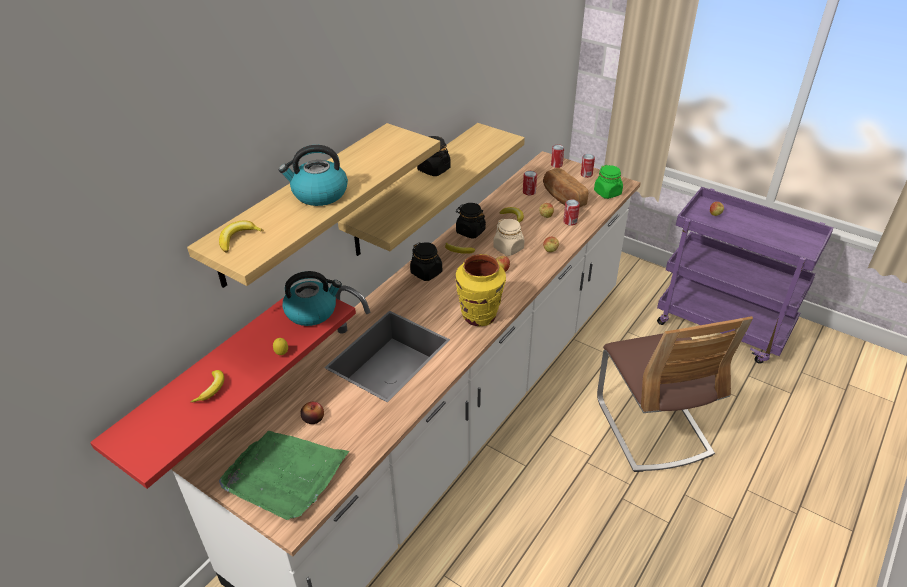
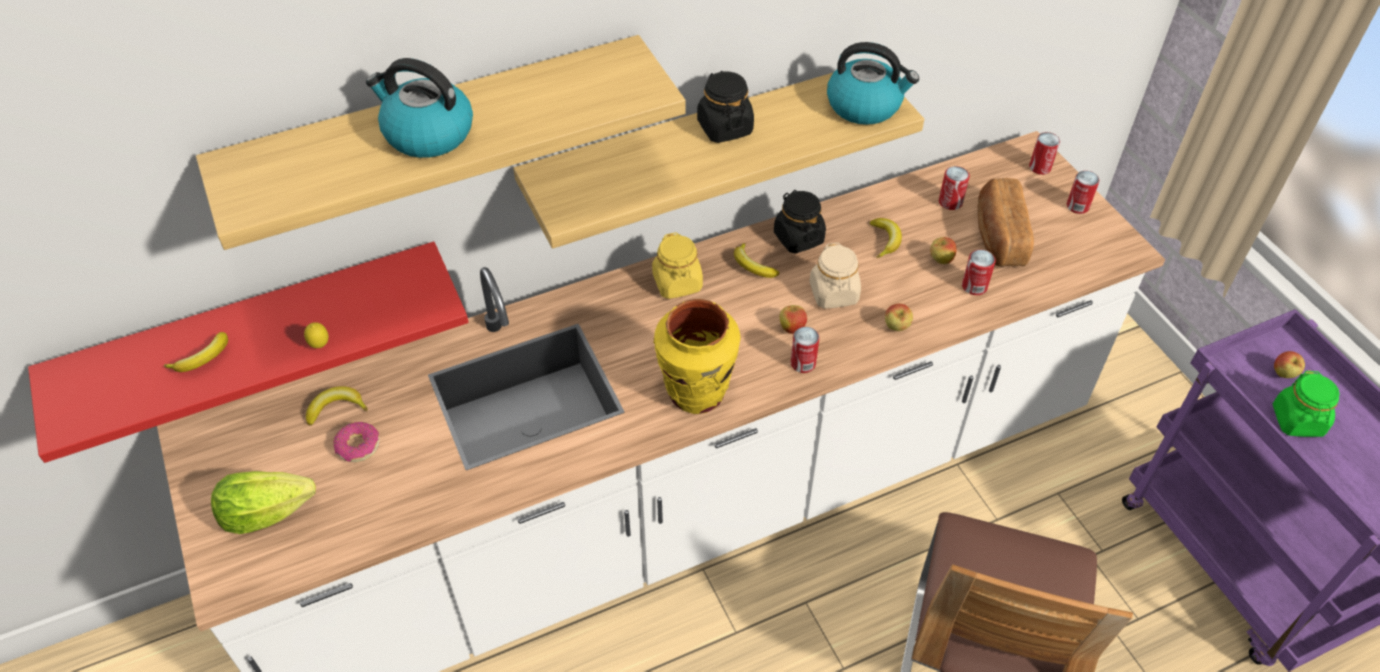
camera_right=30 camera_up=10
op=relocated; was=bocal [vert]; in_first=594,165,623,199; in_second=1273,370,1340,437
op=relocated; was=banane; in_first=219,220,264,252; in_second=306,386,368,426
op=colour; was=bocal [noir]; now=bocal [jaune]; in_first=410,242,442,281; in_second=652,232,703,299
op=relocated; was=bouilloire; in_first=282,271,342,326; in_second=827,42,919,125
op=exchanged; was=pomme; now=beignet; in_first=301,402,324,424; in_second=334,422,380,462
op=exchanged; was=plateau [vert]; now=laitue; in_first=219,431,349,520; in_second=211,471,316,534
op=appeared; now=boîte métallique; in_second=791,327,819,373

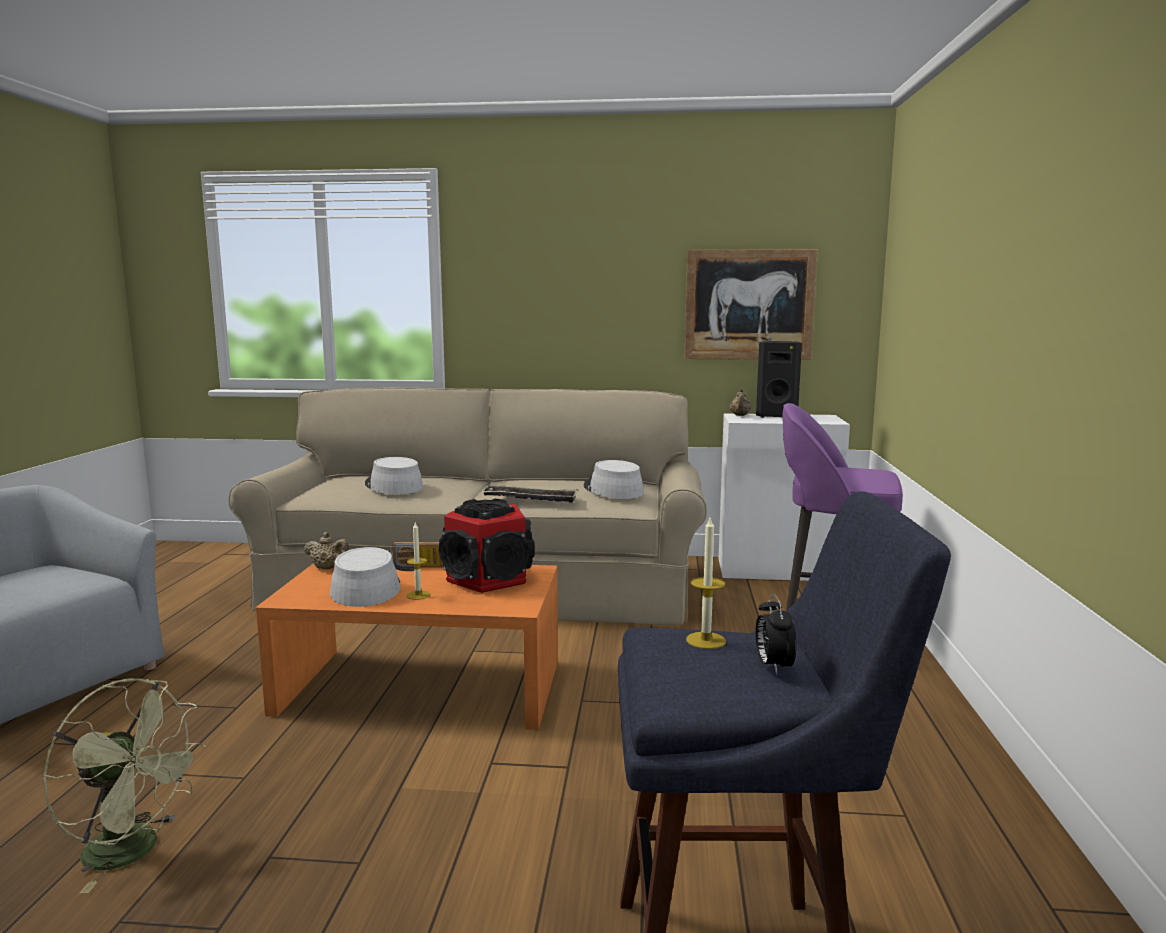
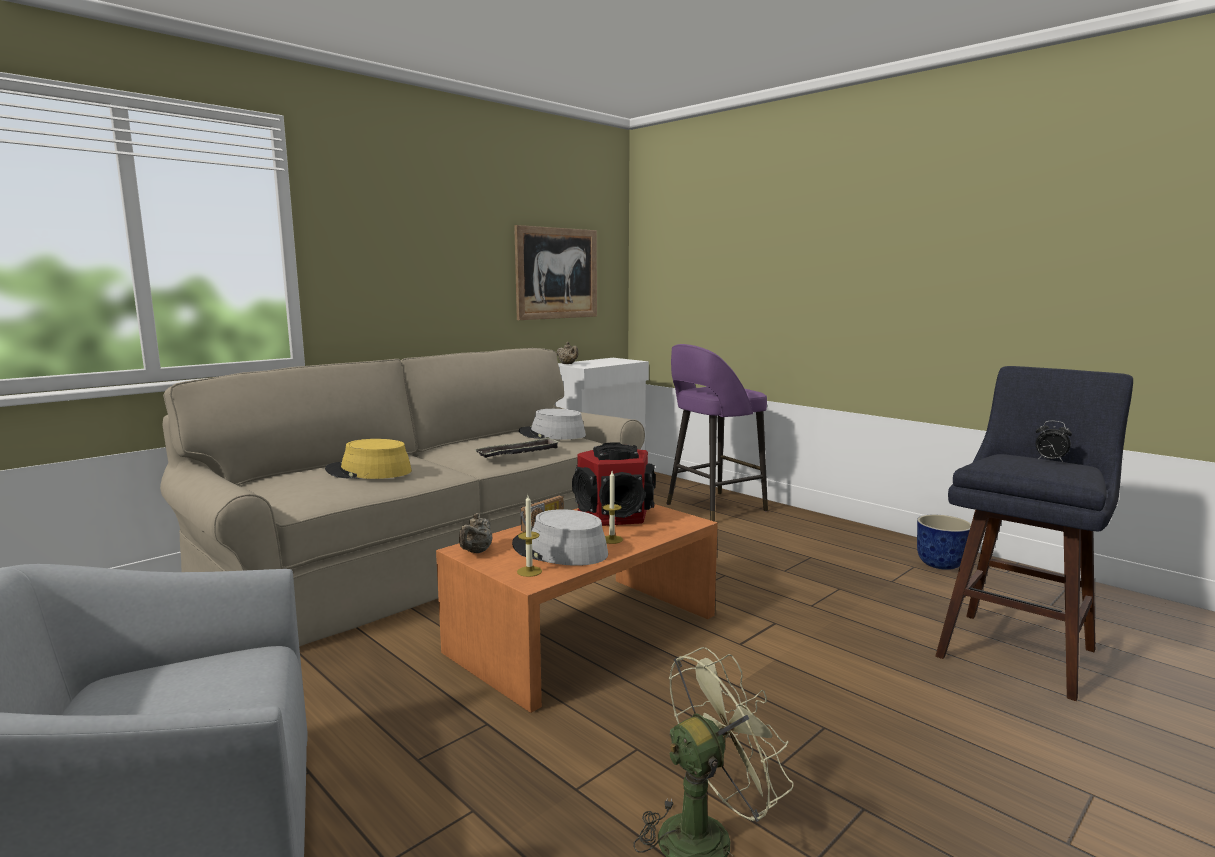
camera_right=-50 camera_up=0
op=missing; was=enceinte [noir]; in_first=756,341,802,418
op=colour; was=chapeau [gris]; now=chapeau [jaune]; in_first=365,457,423,494; in_second=325,439,412,479
op=relocated; was=bougie; in_first=686,518,726,649; in_second=517,495,542,577
op=spun; was=théière [beige]; in_first=304,532,349,569; in_second=459,513,492,553; clockwise=135
op=appeared; now=cache-pot; in_second=917,515,971,570

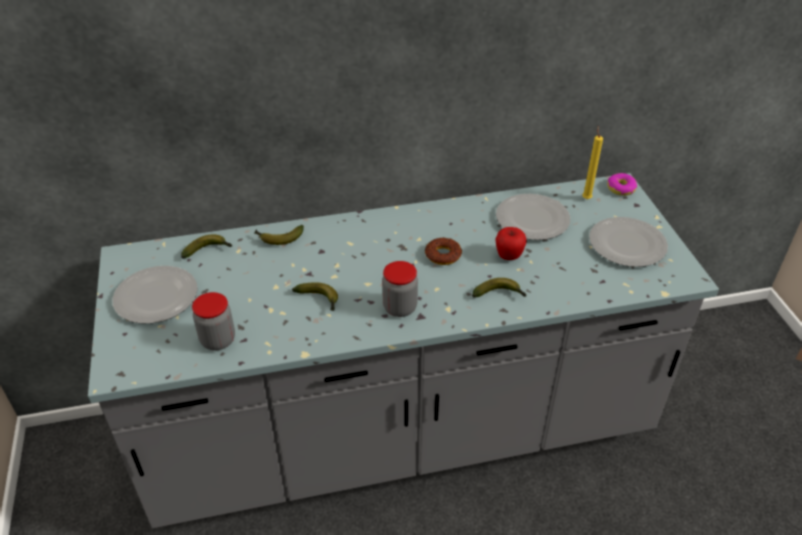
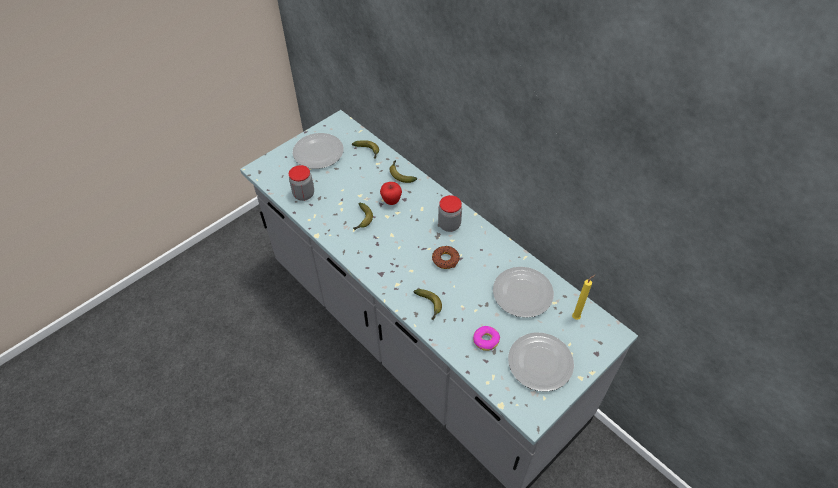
camera_right=60 camera_up=10
op=relocated; was=beignet; in_first=607,173,637,196; in_second=473,326,500,351
op=relocated; was=pomme; in_first=495,227,527,260; in_second=380,182,402,205
op=relocated; was=bocal; in_first=382,261,418,317; in_second=438,195,462,232

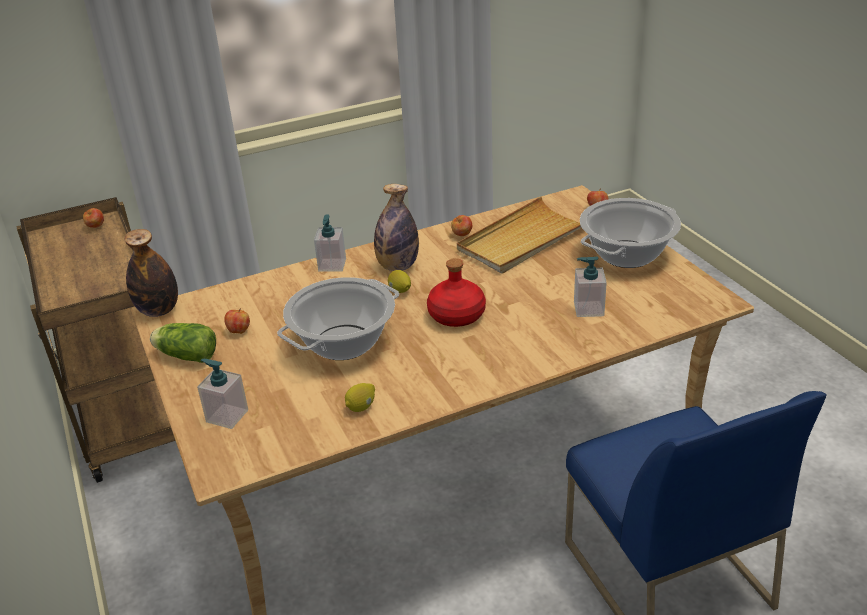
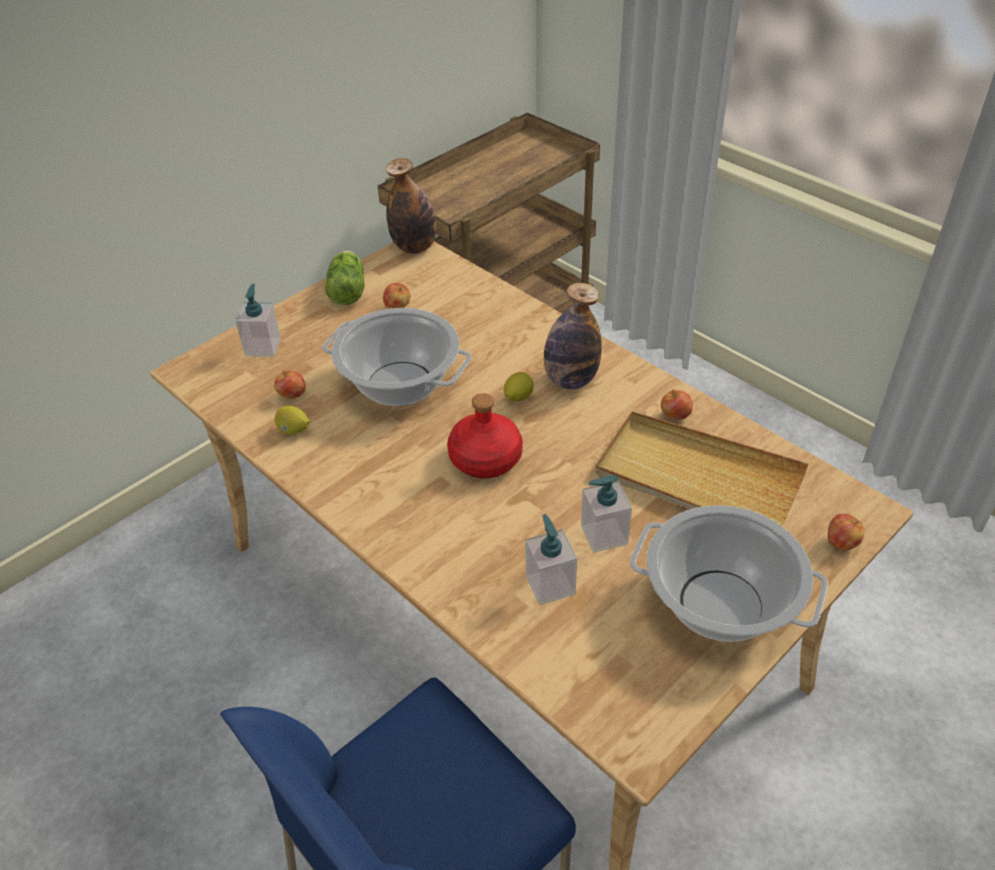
camera_right=70 camera_up=10
op=relocated; was=pomme; in_first=83,208,104,228; in_second=274,370,306,399
op=relocated; was=distributeur de savon; in_first=314,215,346,272; in_second=581,475,632,553

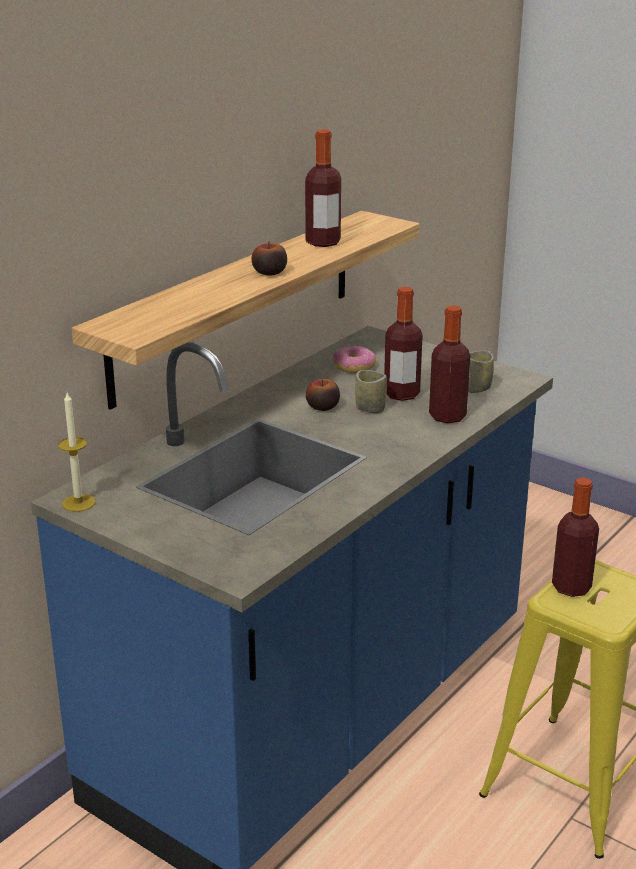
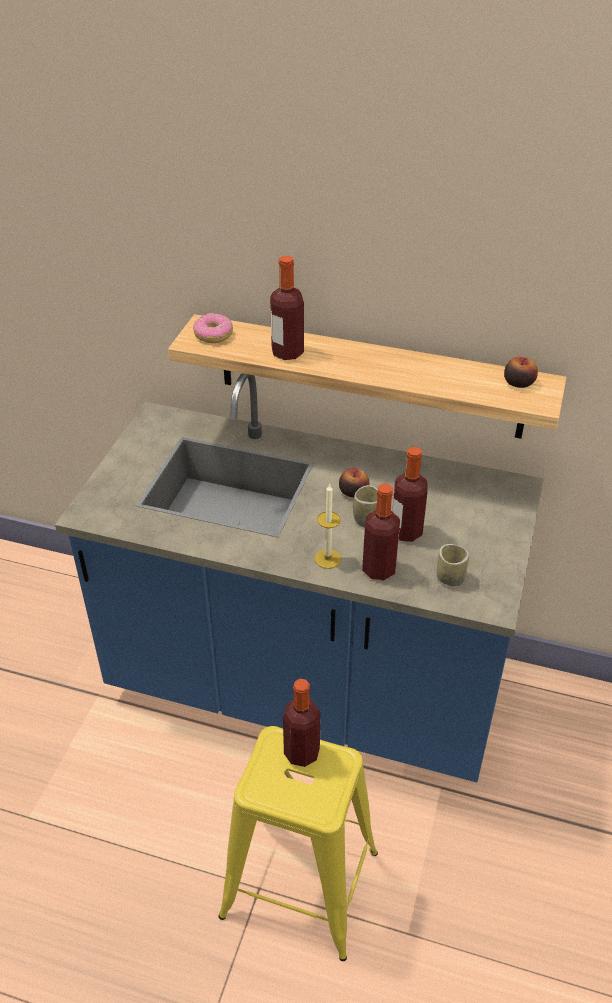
camera_right=70 camera_up=15
op=relocated; was=bouteille; in_first=305,129,341,247; in_second=270,256,304,360
op=relocated; was=pomme; in_first=252,241,287,276; in_second=504,357,538,388
op=relocated; was=beignet; in_first=333,346,376,373; in_second=193,313,233,343
op=relocated; was=bougie; in_first=58,393,95,512; in_second=315,483,341,569

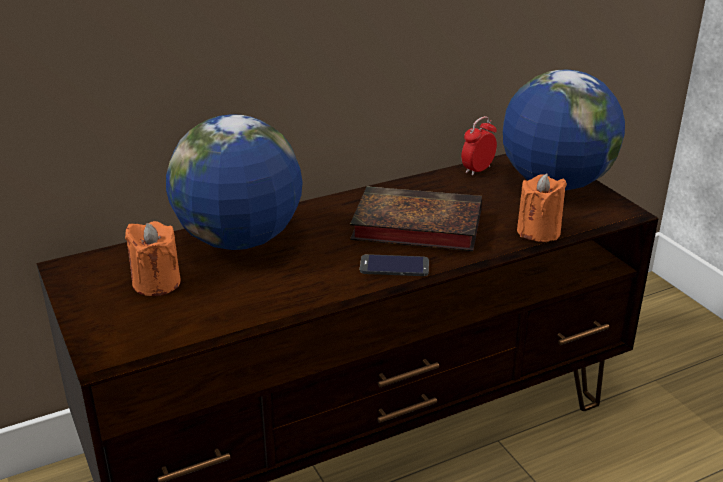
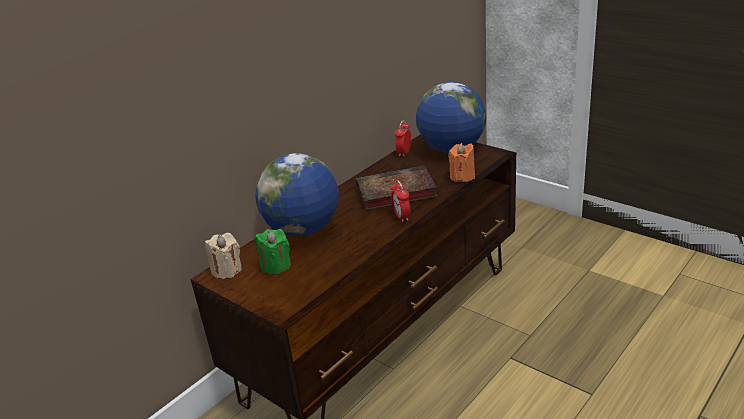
camera_right=-20 camera_up=0
op=colour; was=bougie [orange]; now=bougie [vert]; in_first=125,221,181,296; in_second=256,229,291,275
op=exchanged; was=téléphone; now=réveil; in_first=360,254,429,276; in_second=391,180,411,222
op=appeared; now=bougie [beige]; in_second=205,233,242,279

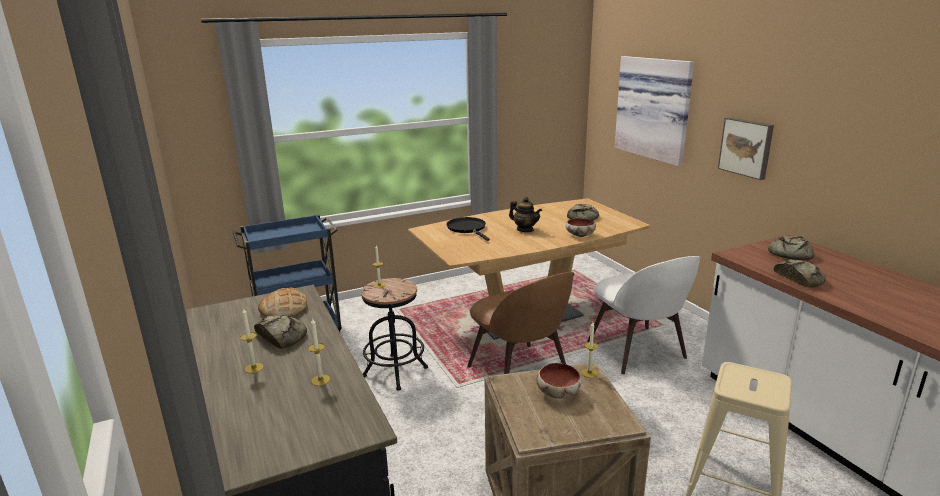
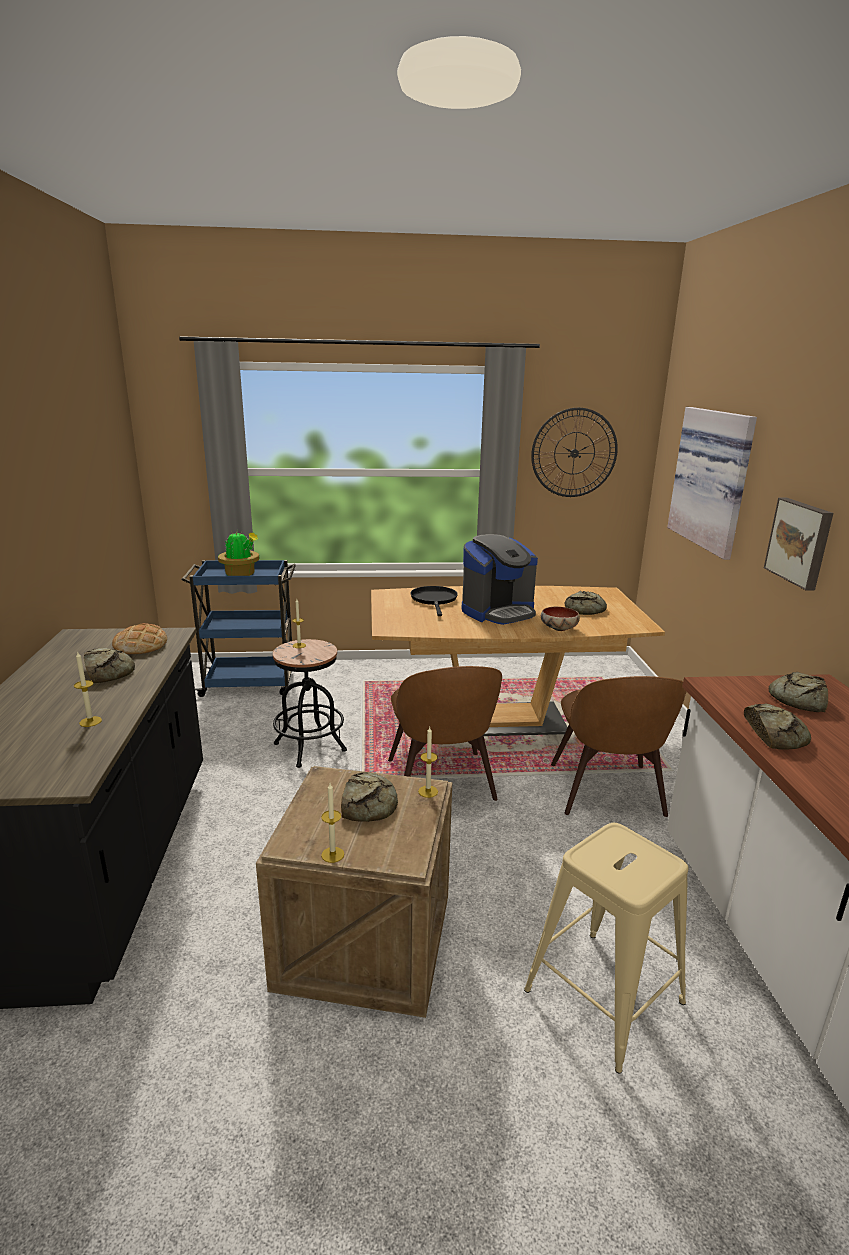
camera_right=20 camera_up=0
op=exchanged; was=théière; now=machine à café; in_first=509,197,542,232; in_second=462,534,538,625
op=colour; was=chaise [blanc]; now=chaise [marron]; in_first=587,256,701,374; in_second=551,676,687,817
op=relocated; was=bougie; in_first=240,308,264,373; in_second=321,783,344,863
op=exchanged; was=bol; now=pain; in_first=536,363,582,399; in_second=341,772,398,822
op=appeared; now=horloge murale; in_second=531,408,618,497
op=appeared; now=plante en pot; in_second=218,531,260,576

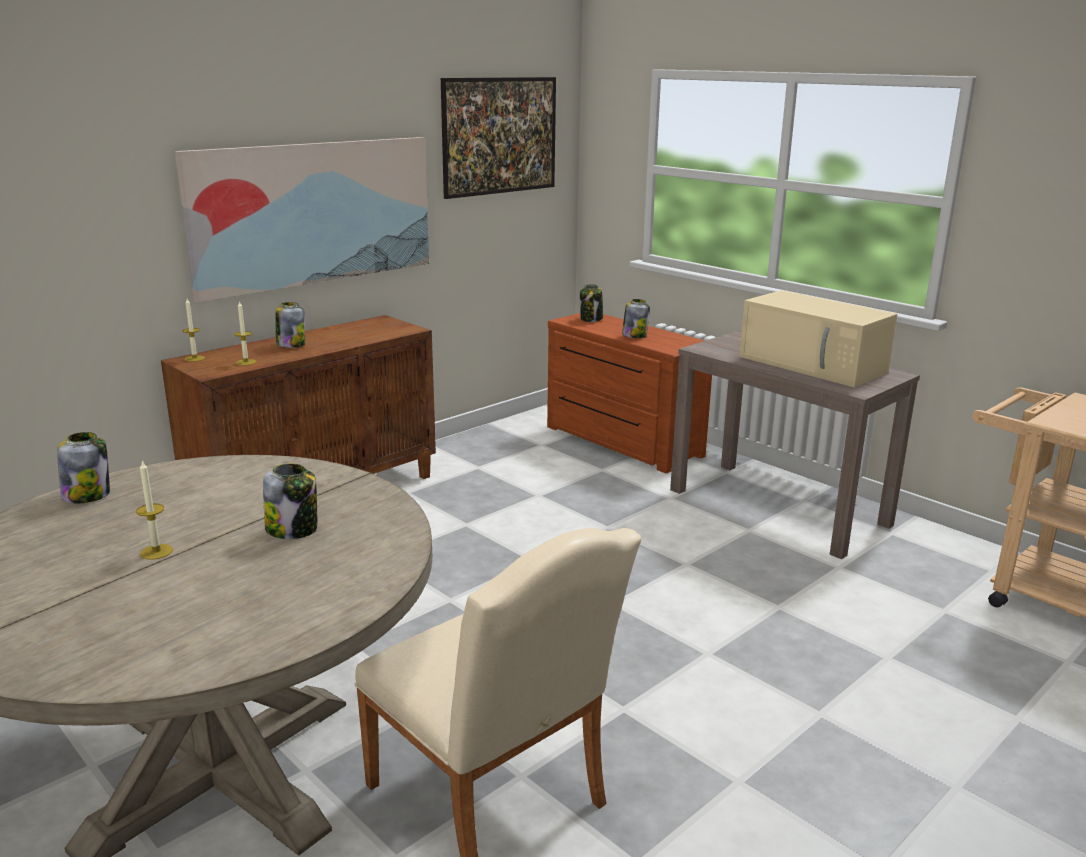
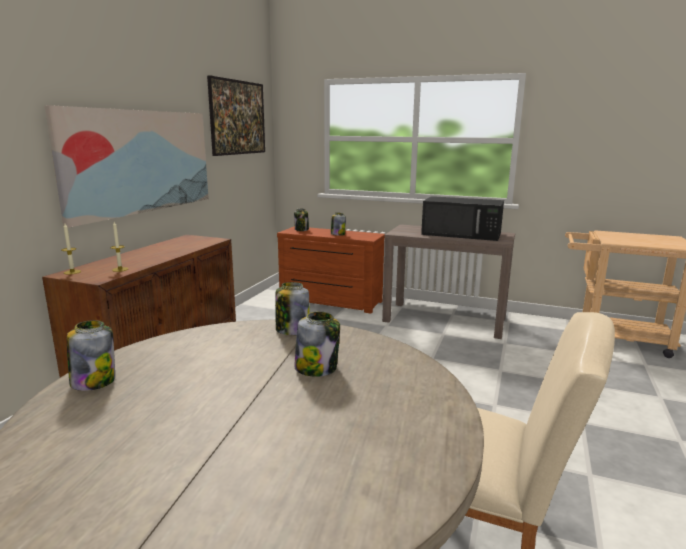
camera_right=-25 camera_up=-5
op=colour; was=micro-ondes [beige]; now=micro-ondes [noir]; in_first=739,290,898,387; in_second=421,196,504,241
op=relocated; was=bocal; in_first=275,302,305,348; in_second=275,282,309,335
op=missing; was=bougie; in_first=136,460,173,560

